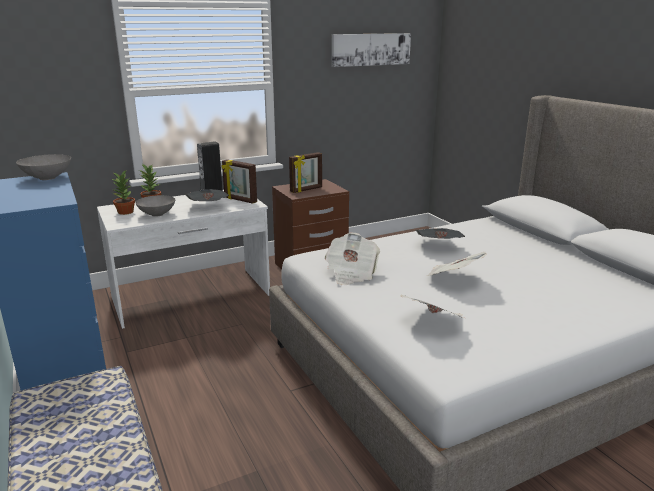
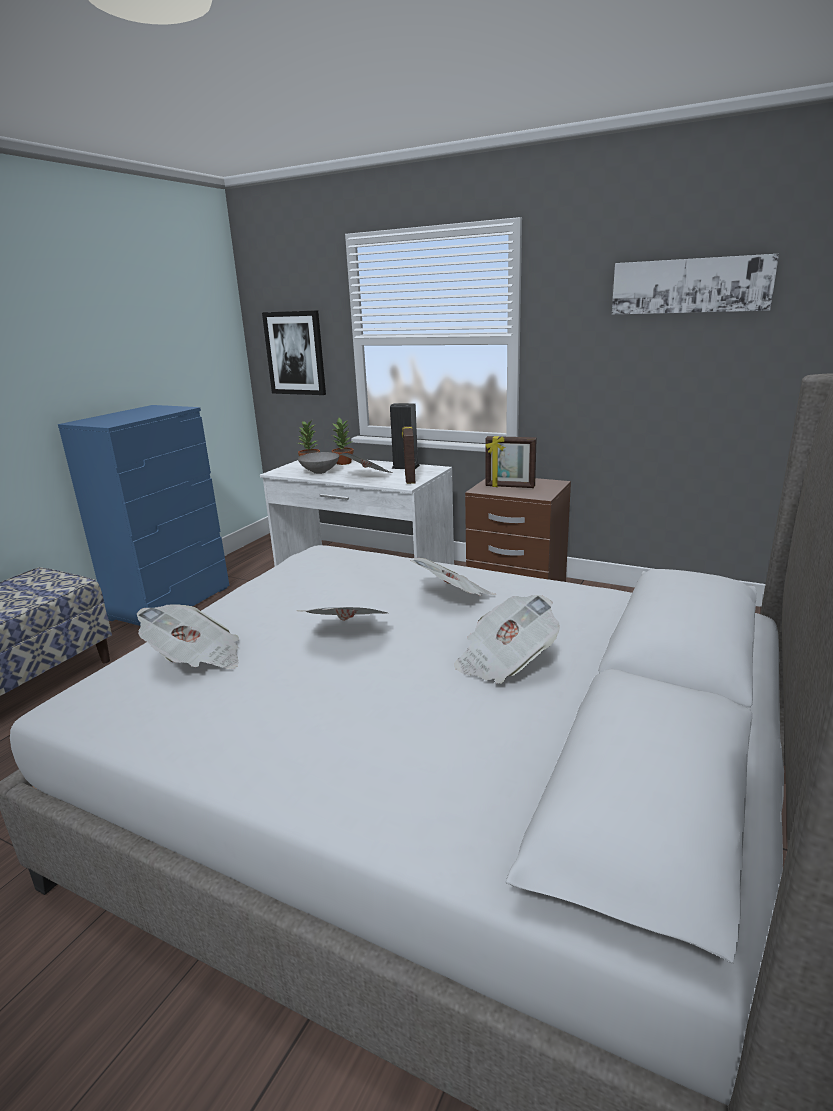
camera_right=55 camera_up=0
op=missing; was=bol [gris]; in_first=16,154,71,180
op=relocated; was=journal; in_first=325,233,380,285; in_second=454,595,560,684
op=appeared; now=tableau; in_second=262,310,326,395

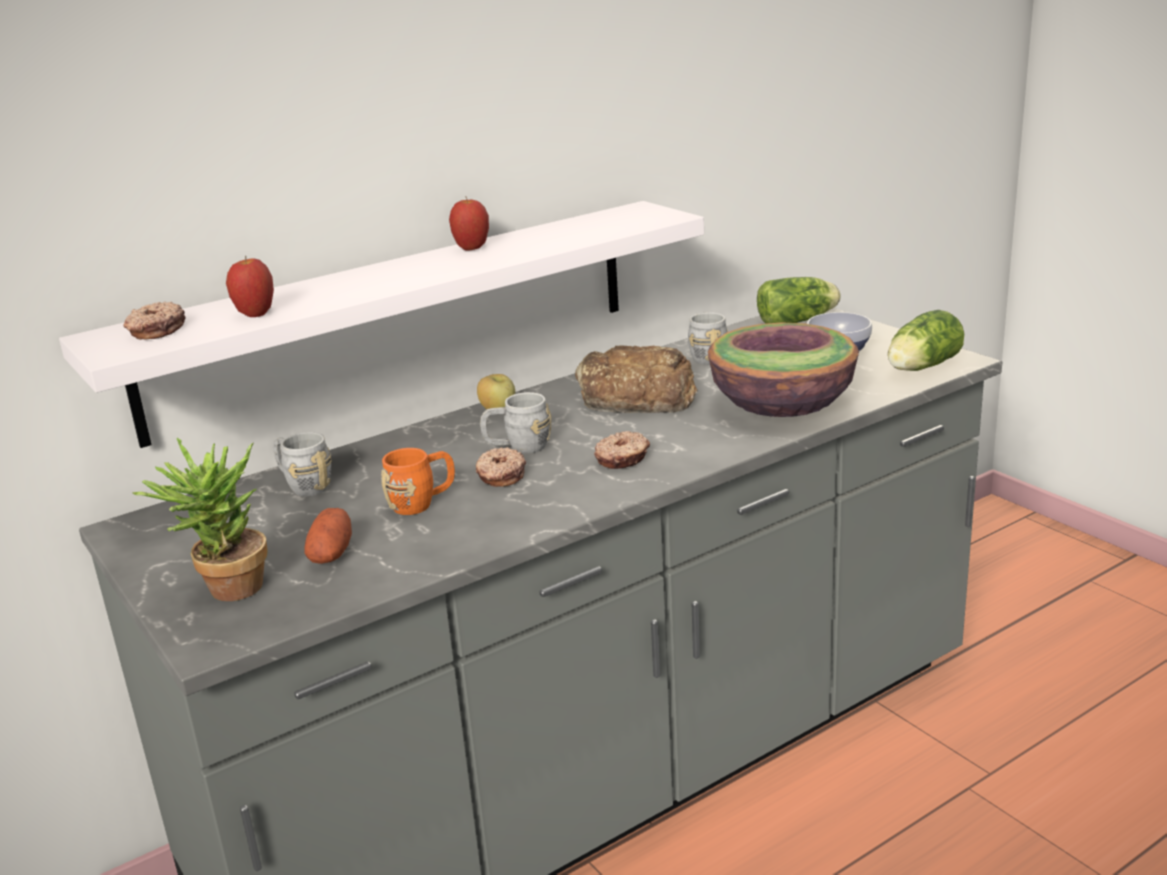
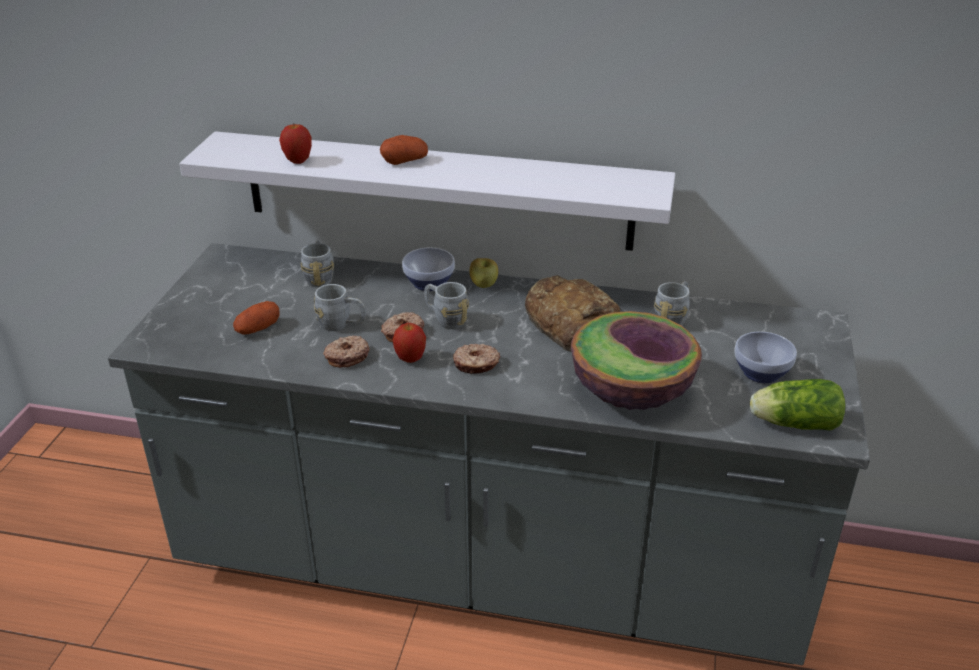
camera_right=45 camera_up=10
op=relocated; was=pomme; in_first=449,197,489,251; in_second=393,323,426,363
op=missing; was=laitue; in_first=757,277,841,323
op=relocated; was=beignet; in_first=123,302,185,340; in_second=323,336,370,368
op=missing; was=plante en pot; in_first=132,438,268,601
op=colour; was=mug [orange]; now=mug [gris]; in_first=381,448,455,515; in_second=314,284,366,331
op=appeared; now=pomme de terre; in_second=380,135,428,165
op=appeared; now=bol; in_second=402,247,455,291

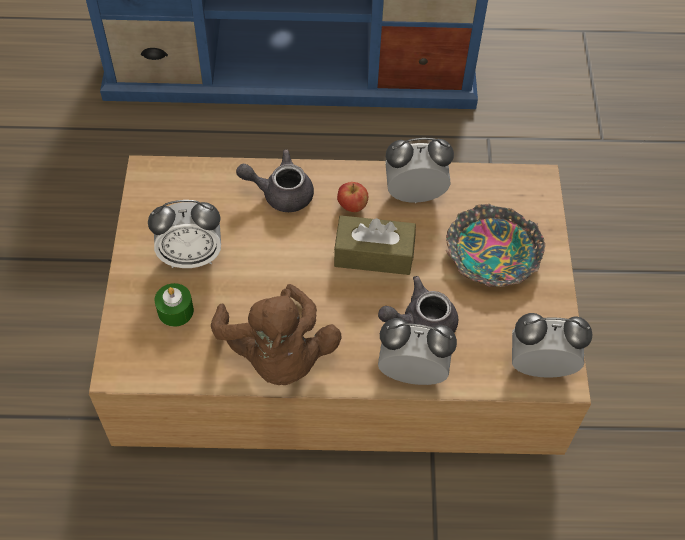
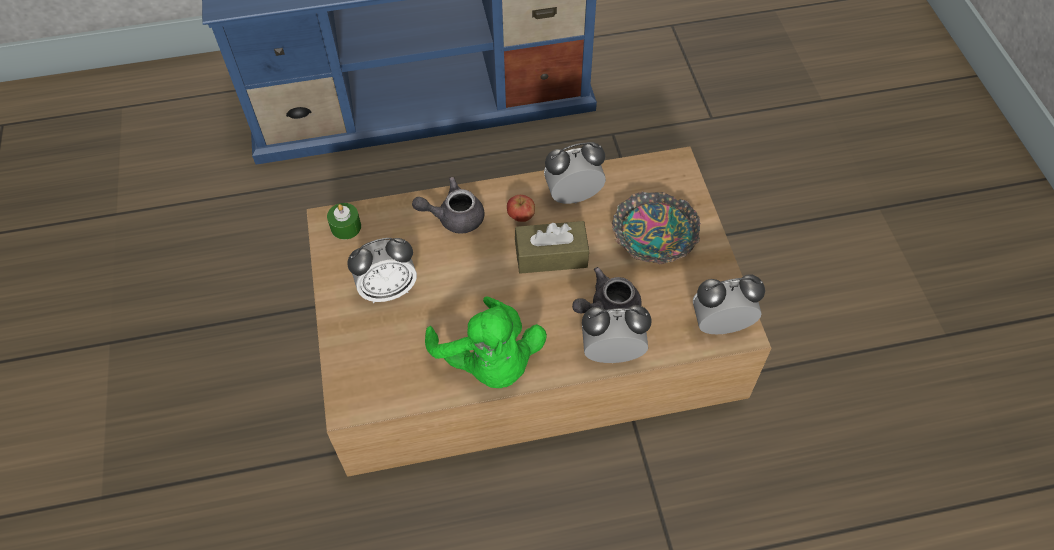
camera_right=-10 camera_up=0
op=relocated; was=bougie [vert]; in_first=155,283,194,327; in_second=327,203,361,240
op=colour; was=peluche [marron]; now=peluche [vert]; in_first=211,284,342,385; in_second=425,296,547,388

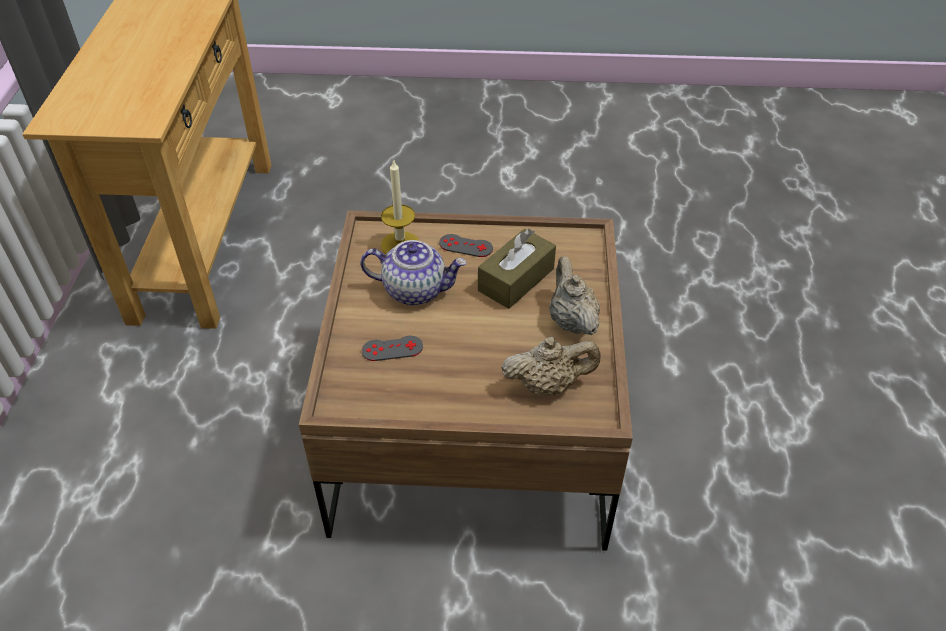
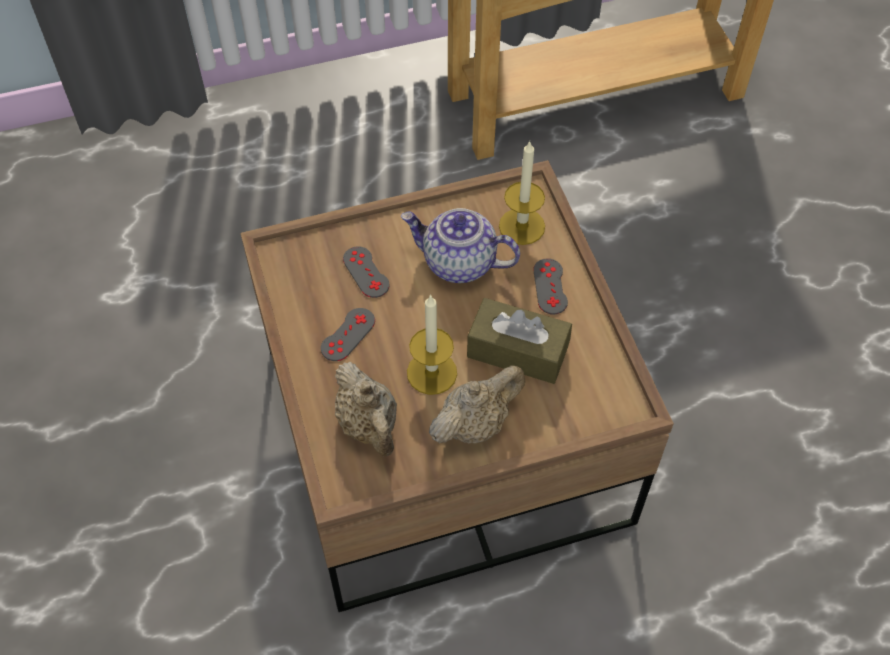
camera_right=70 camera_up=10
op=spun; was=théière; in_first=360,240,467,305; in_second=401,208,520,283; clockwise=120
op=appeared; now=bougie; in_second=407,294,457,395
op=appeared; now=manette [gris]; in_second=321,308,375,361

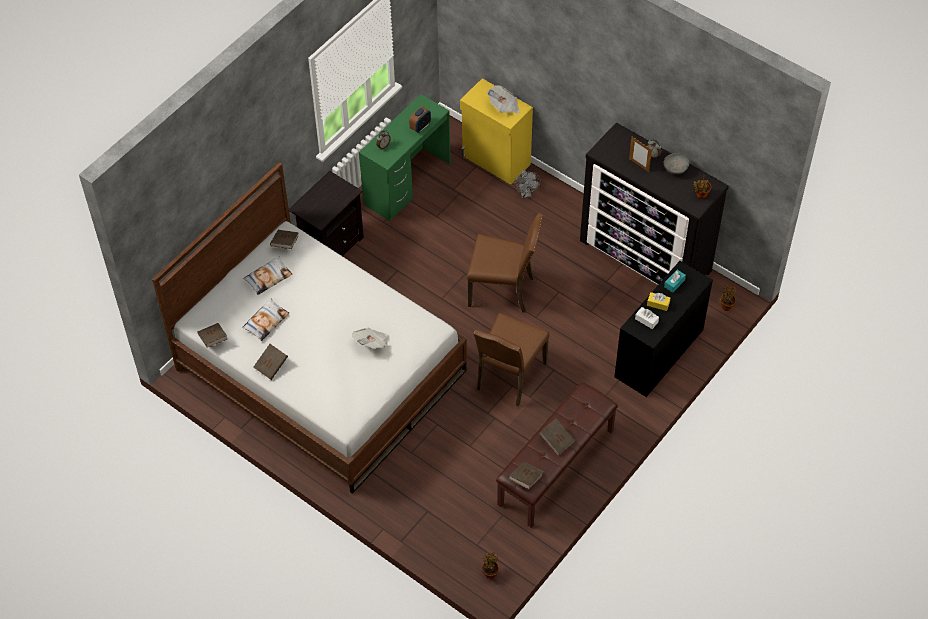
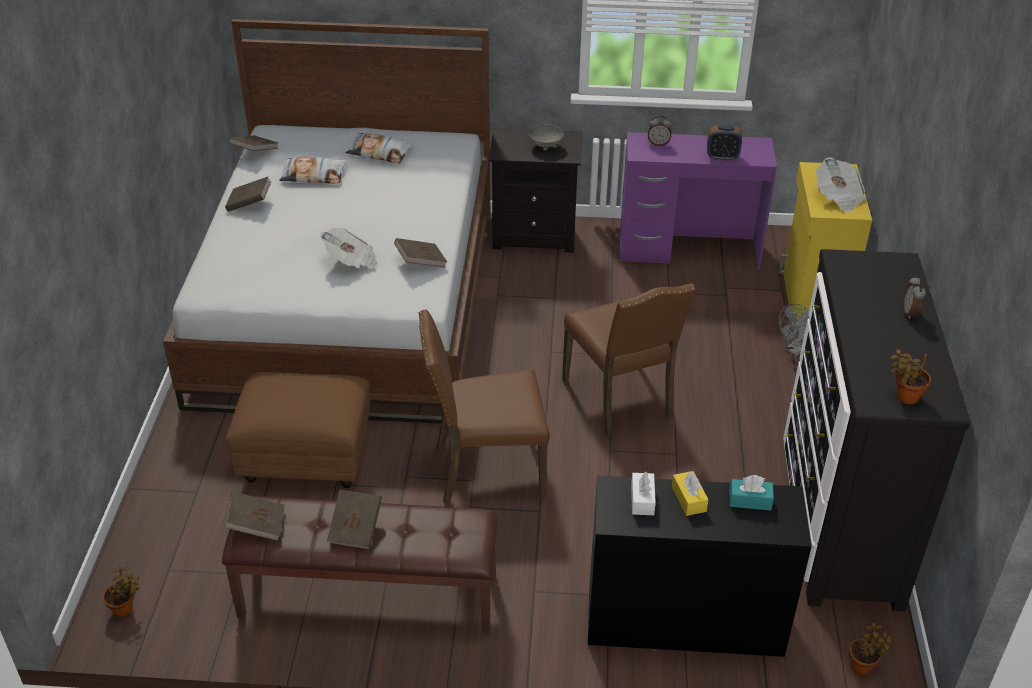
camera_right=55 camera_up=-15
op=colour; was=bureau [vert]; now=bureau [violet]; in_first=359,94,451,221; in_second=620,132,777,269
op=missing; was=cadre photo; in_first=629,136,652,172
op=relocated; was=bol [gris]; in_first=663,153,689,174; in_second=529,125,564,150
op=relocated; was=livre [marron]; in_first=270,230,299,249; in_second=394,238,447,268
op=appeared; now=pouf [marron]; in_second=226,372,370,488

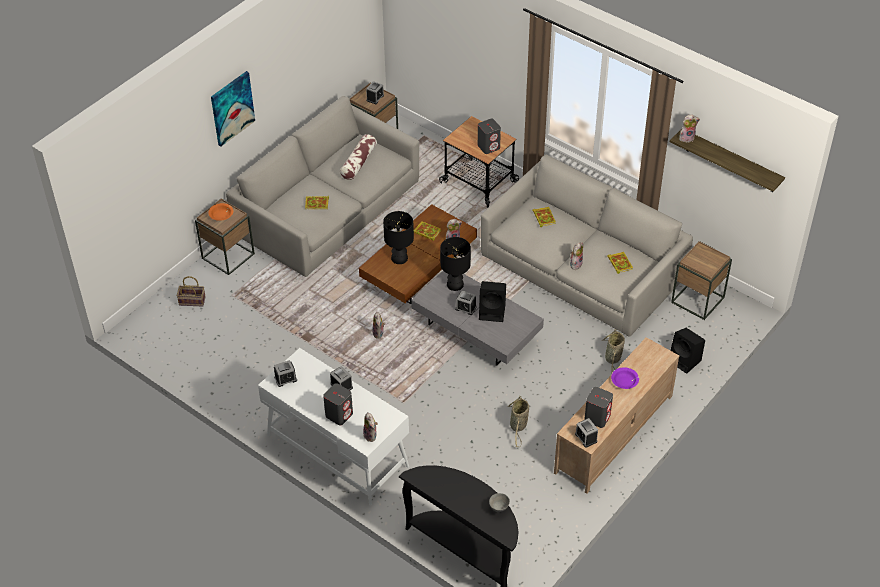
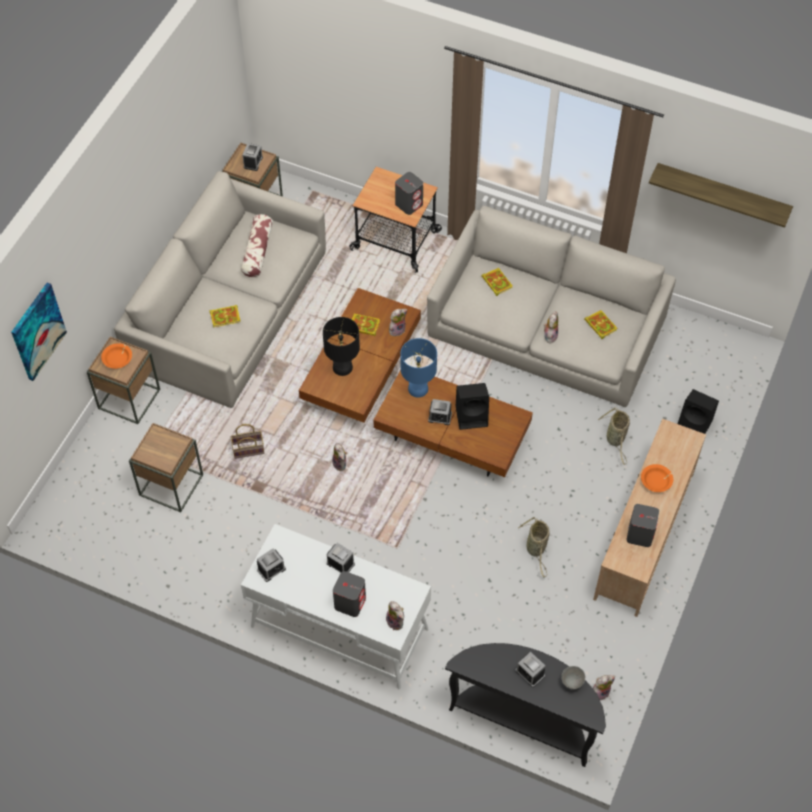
camera_right=-15 camera_up=10
op=relocated; was=tableau; in_first=211,71,255,146; in_second=11,283,67,381
op=relocated; was=peluche; in_first=679,114,700,143; in_second=593,675,615,700
op=colour; was=lampe de table [noir]; now=lampe de table [bleu]; in_first=440,237,471,291; in_second=401,338,437,398
op=relocated; was=table d'appoint [marron]; in_first=671,241,732,320; in_second=129,423,203,512
op=colour; was=table basse [gris]; now=table basse [marron]; in_first=411,271,544,366; in_second=373,370,533,477
op=relocated; was=panier; in_first=176,276,206,307; in_second=230,424,264,459
op=colour; was=bol [violet]; now=bol [orange]; in_first=611,367,639,389; in_second=641,464,673,492
op=relocated; was=réveil; in_first=575,418,598,448; in_second=515,652,545,687

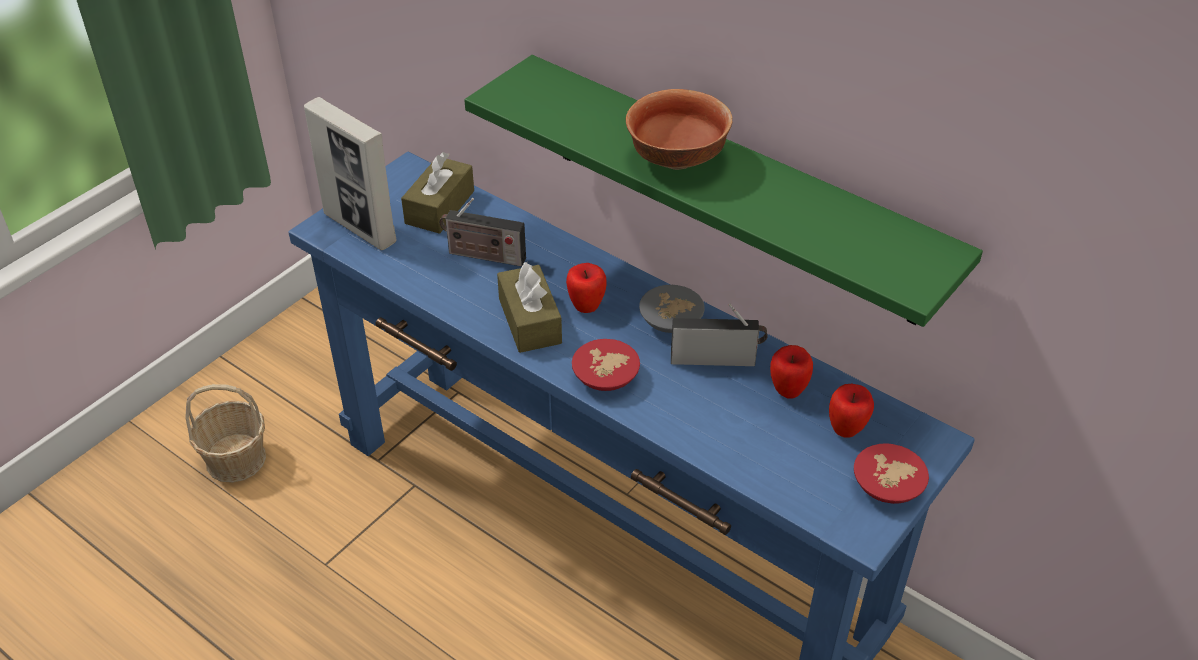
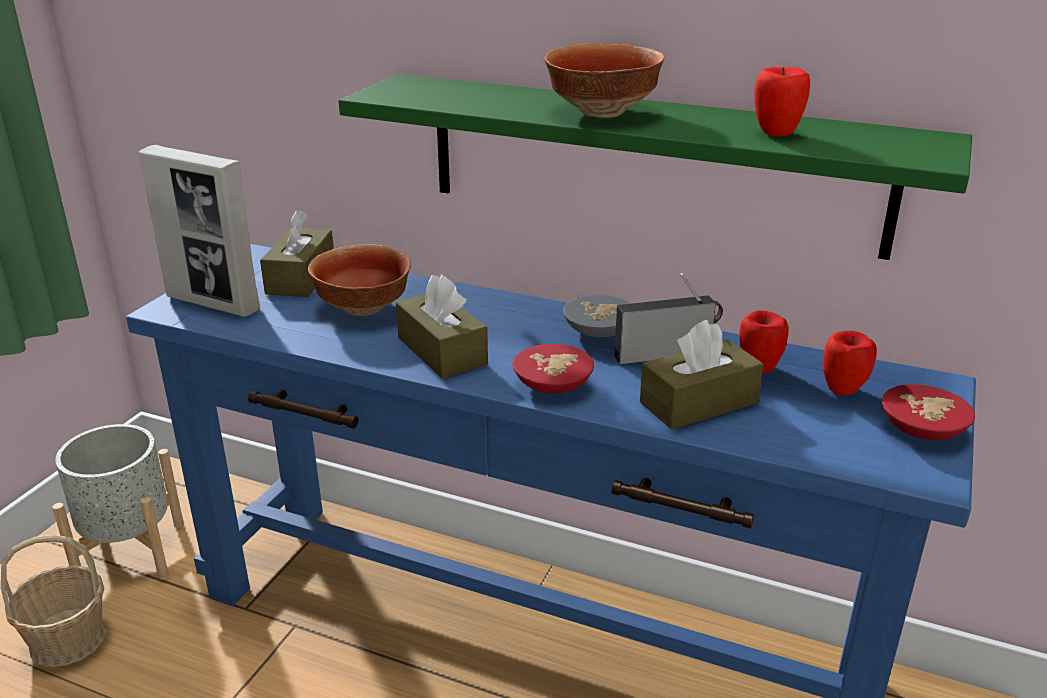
camera_right=-15 camera_up=-15
op=exchanged; was=radio; now=bol; in_first=439,198,526,267; in_second=308,244,411,316
op=relocated; was=pomme; in_first=566,263,606,313; in_second=754,67,810,136
op=appeared; now=boîte à mouchoirs [marron]; in_second=640,320,763,430
op=appeared; now=cache-pot [gris]; in_second=52,424,184,580

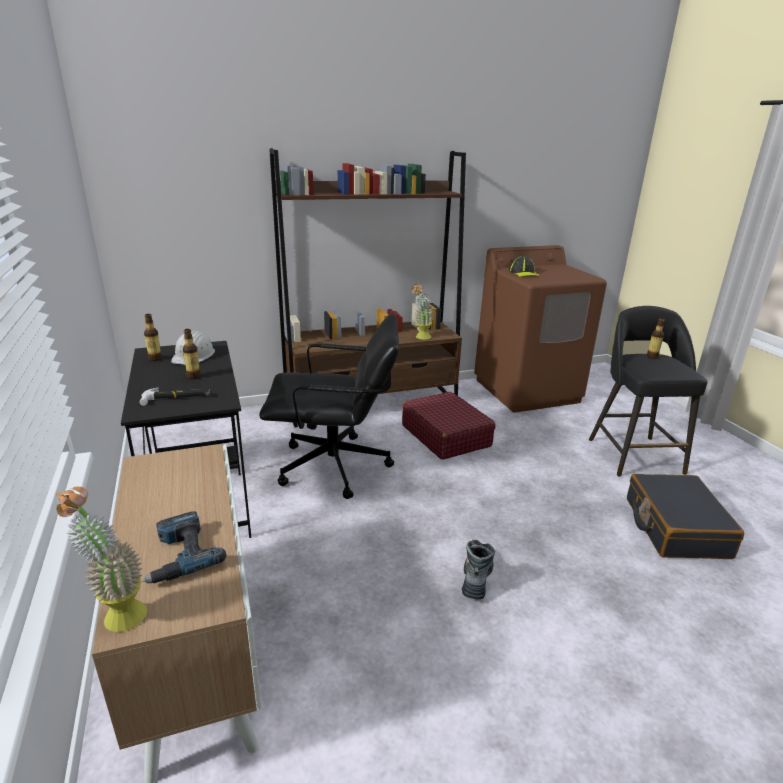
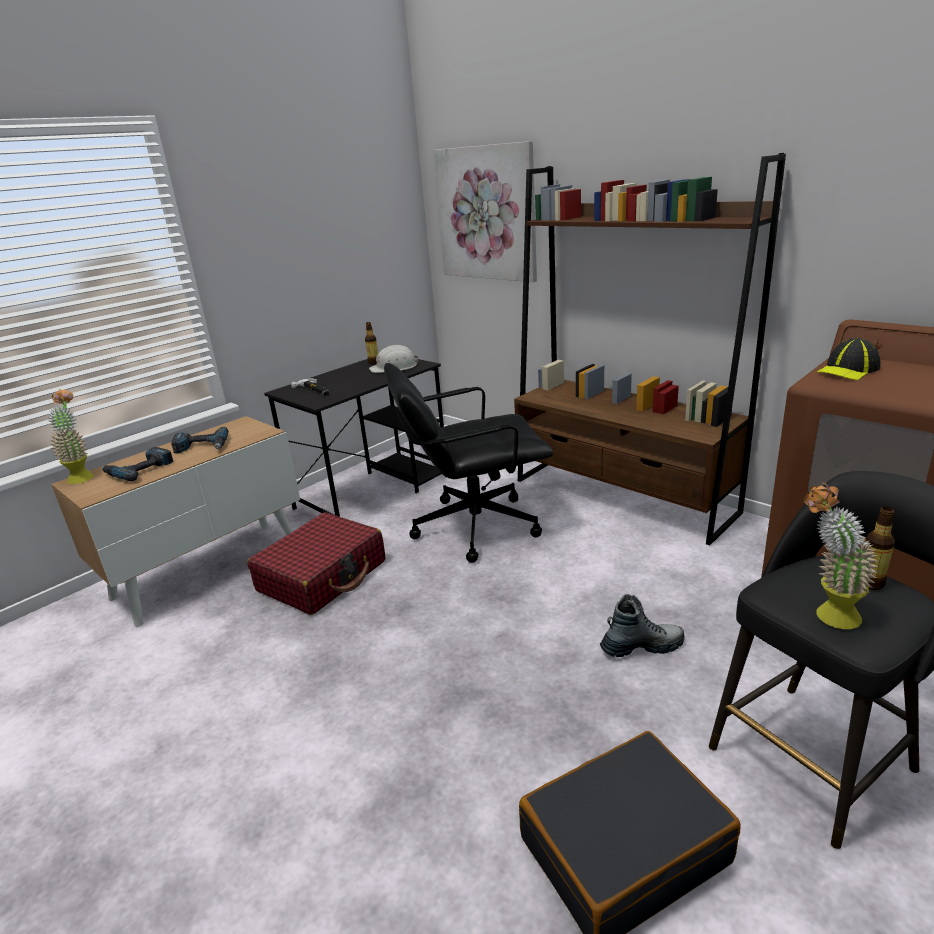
camera_right=65 camera_up=0
op=relocated; was=plante en pot; in_first=411,284,434,340; in_second=803,482,878,629
op=spun; was=chaise de bureau [noir]; in_first=259,313,399,499; in_second=384,363,553,563; clockwise=105
op=missing; was=bouteille; in_first=183,329,201,379
op=relocated; was=valise [rouge]; in_first=402,391,496,460; in_second=247,512,385,615
op=relocated; was=botte; in_first=462,540,495,599; in_second=600,594,685,657
op=appeared; now=tableau; in_second=433,141,537,282
op=appeared; now=perceuse; in_second=171,427,229,453

